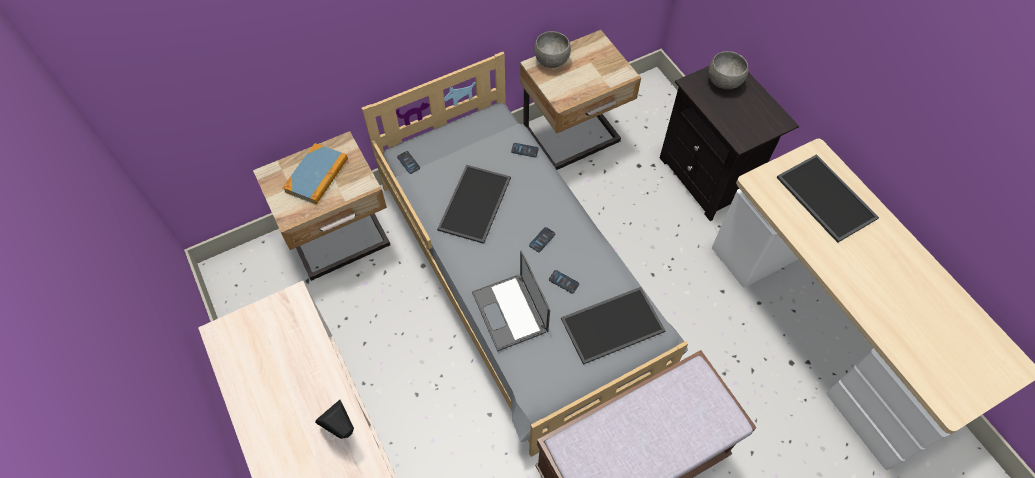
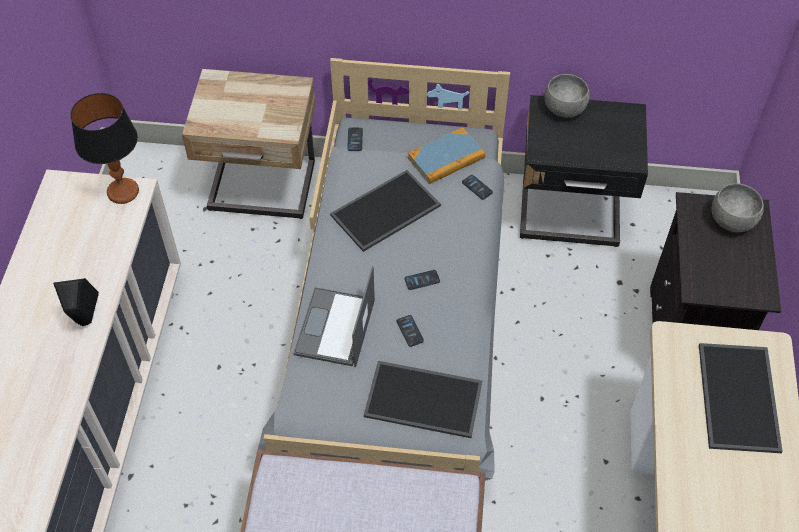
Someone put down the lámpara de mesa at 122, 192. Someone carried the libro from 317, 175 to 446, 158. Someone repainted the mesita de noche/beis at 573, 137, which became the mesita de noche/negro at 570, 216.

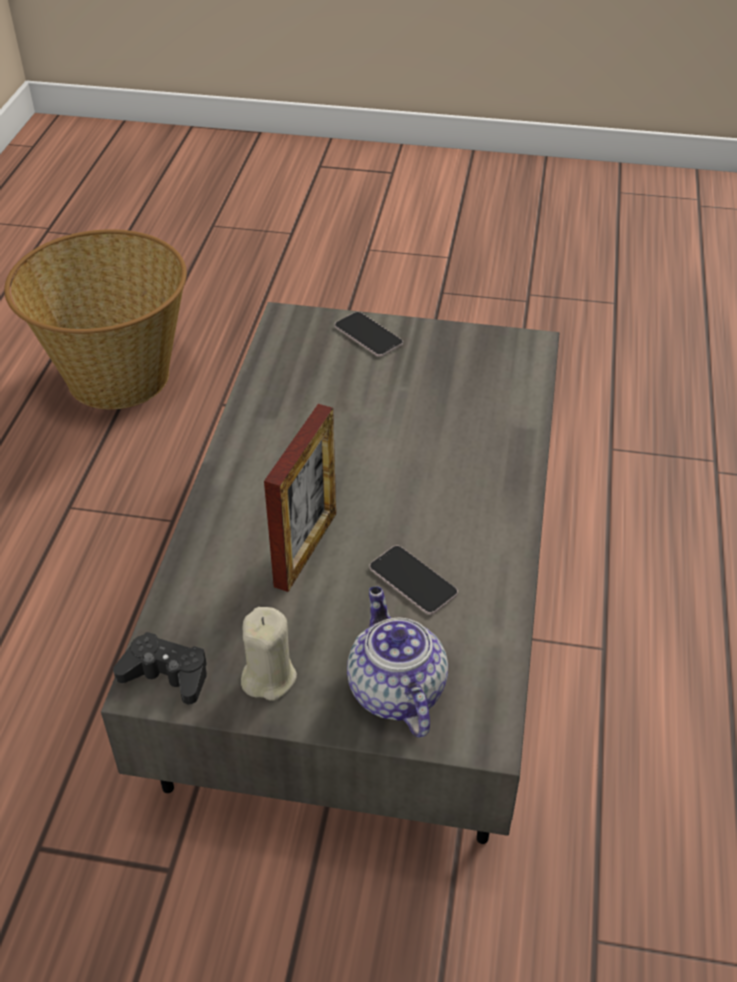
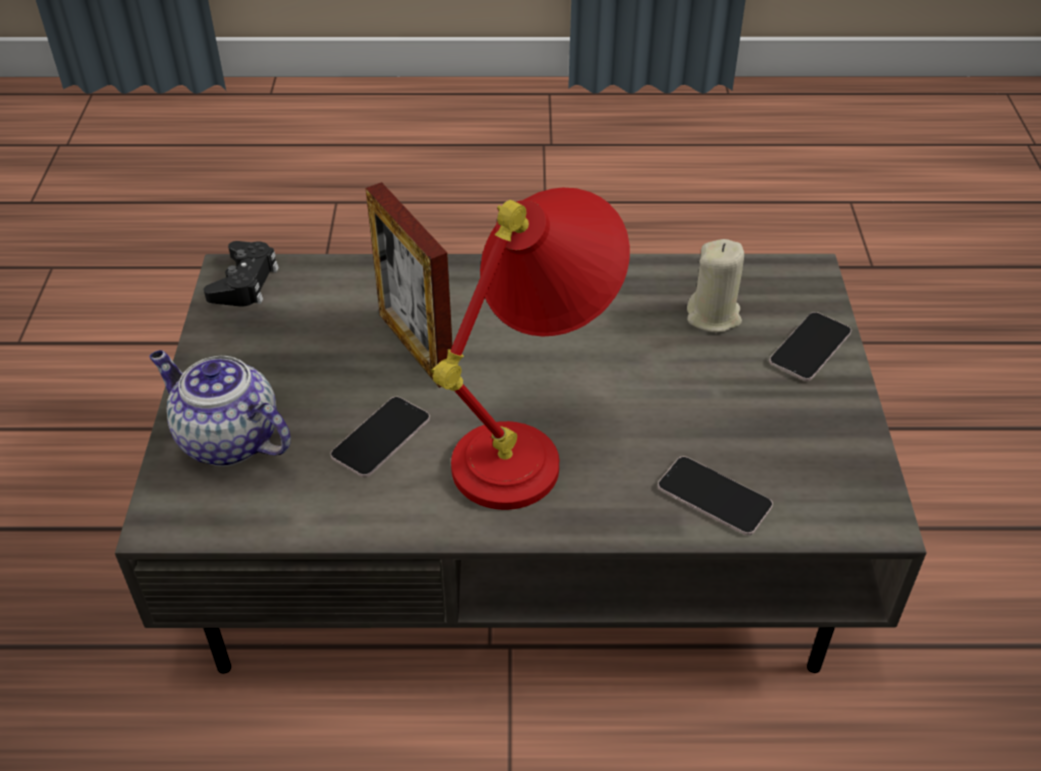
Someone rotated the tetera at 394, 690 by 120 degrees counterclockwise. Someone rotated the portarretratos at 305, 549 by 45 degrees clockwise. Someone put down the lámpara de mesa/rojo at 532, 445. Someone put down the móvil at 714, 496. Someone carried the vela/beis from 268, 677 to 713, 316. Someone took away the cesta at 116, 377.

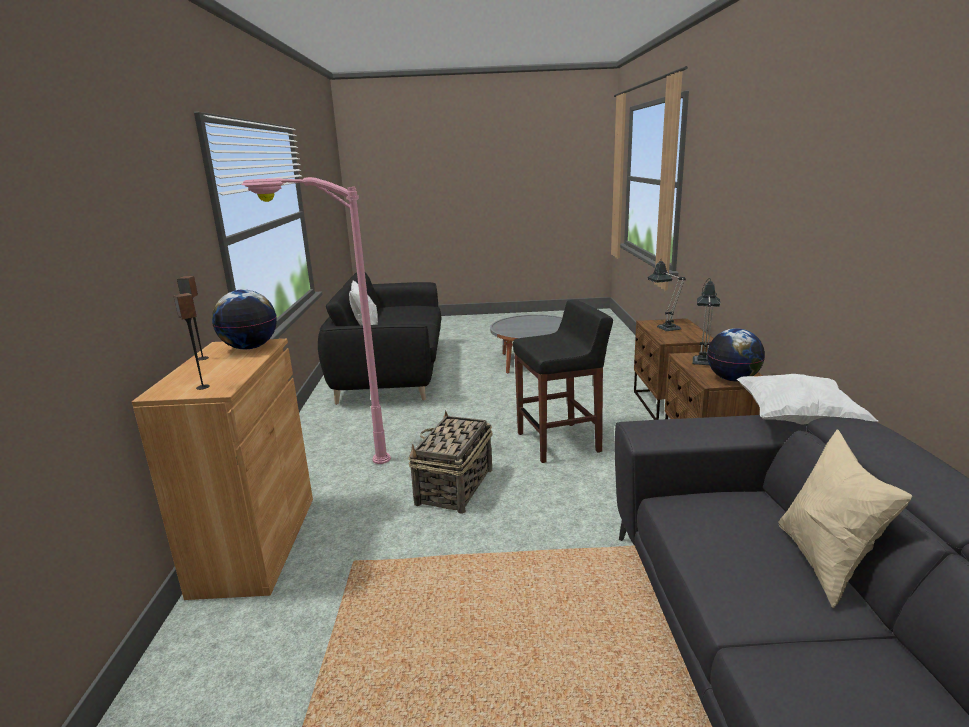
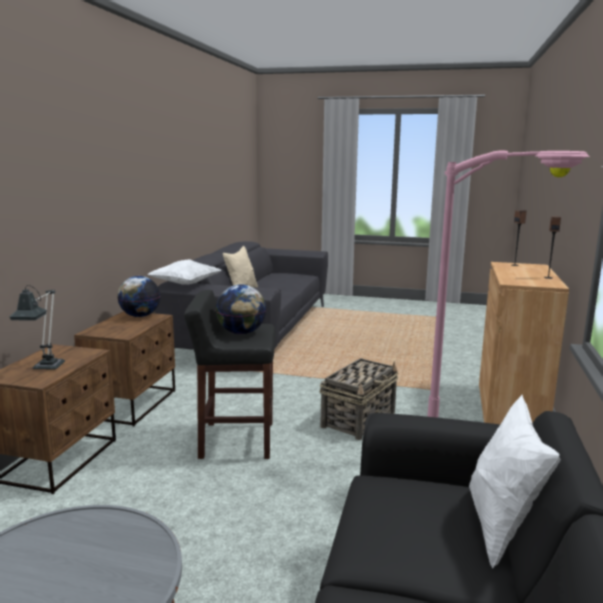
Someone carried the globo terráqueo from 250, 347 to 241, 333. Someone took away the lámpara de mesa at 703, 360.

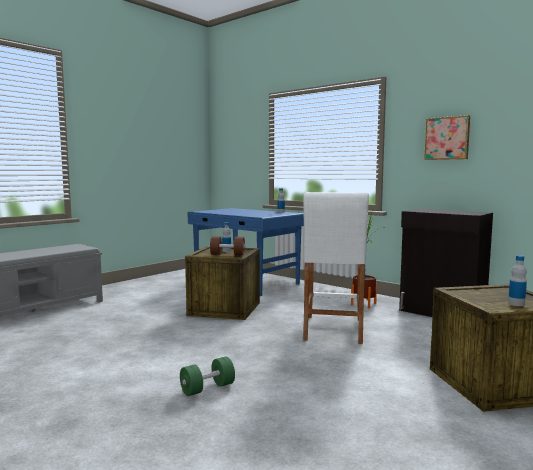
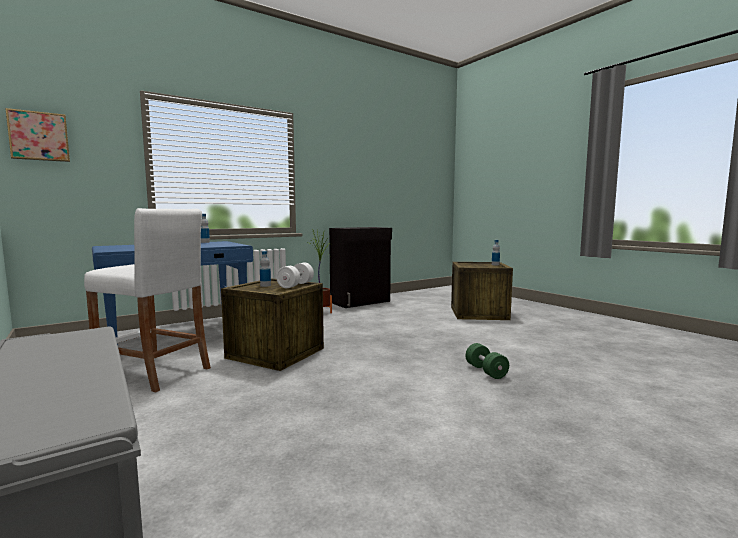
Someone carried the cuadro from 447, 138 to 39, 136. Someone carried the taburete/blanco from 333, 329 to 154, 372. Someone repainted the mancuerna/marrón at 227, 254, which became the mancuerna/blanco at 295, 285.

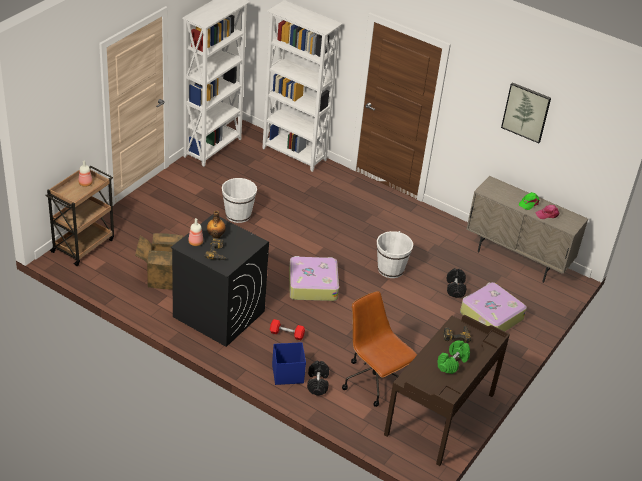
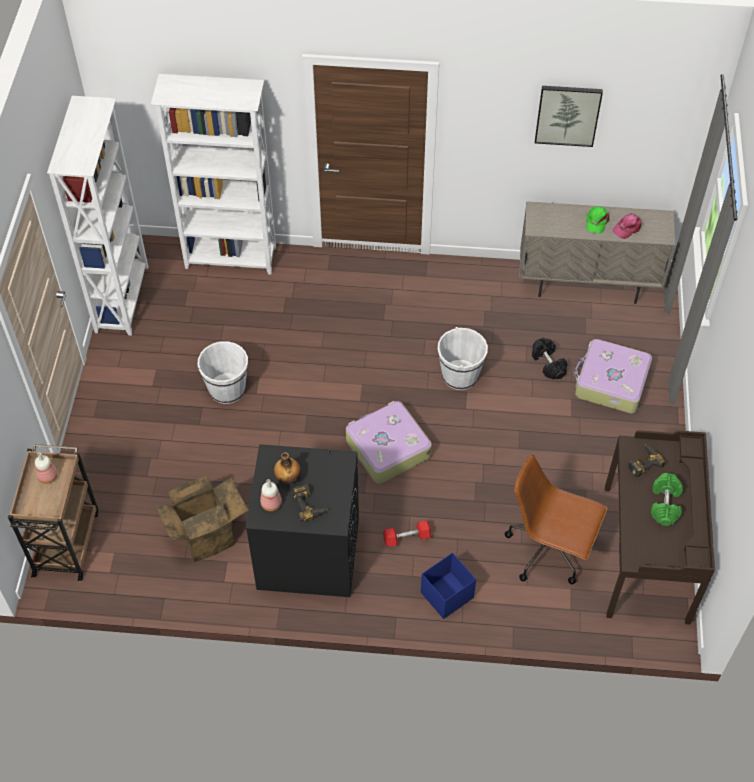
Someone took away the mancuerna/negro at 317, 383.

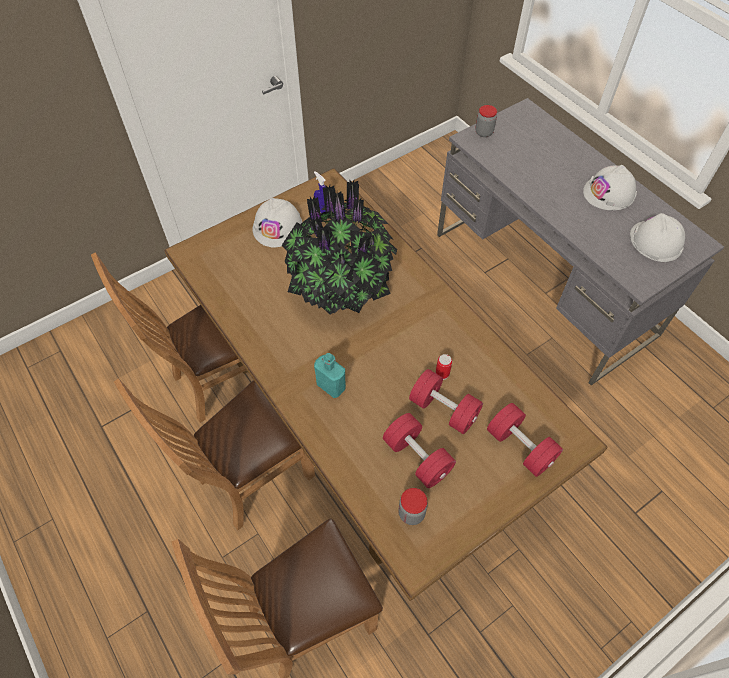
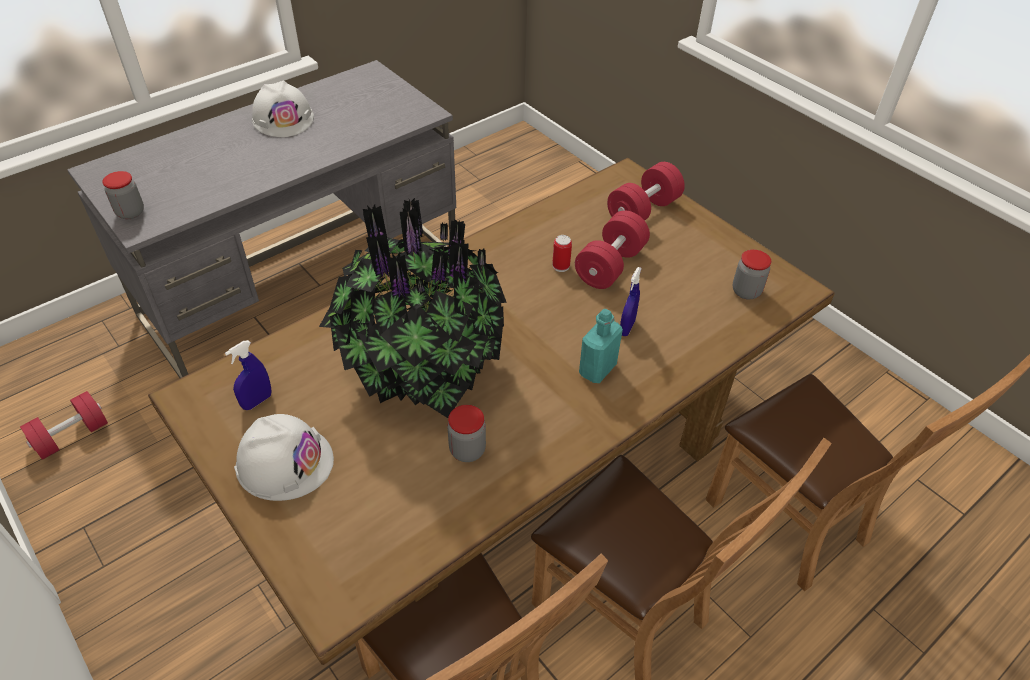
Someone carried the mancuerna/rojo from 417, 457 to 72, 436. Someone put down the tarro at 467, 450. Someone put down the pulverizador/azul at 627, 327. Someone took away the casco/blanco at 655, 241.

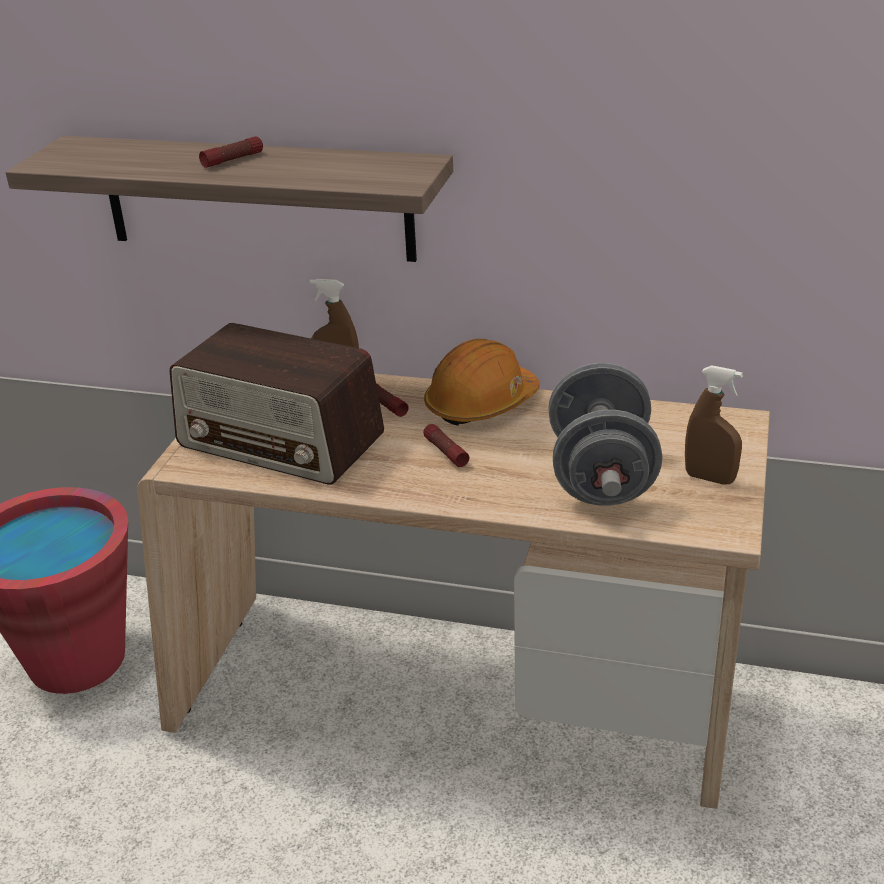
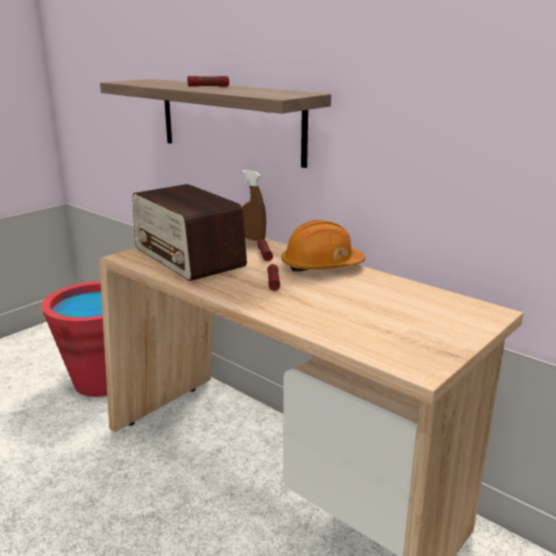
Someone took away the mancuerna/gris at 601, 476. Someone took away the pulverizador/marrón at 710, 478.

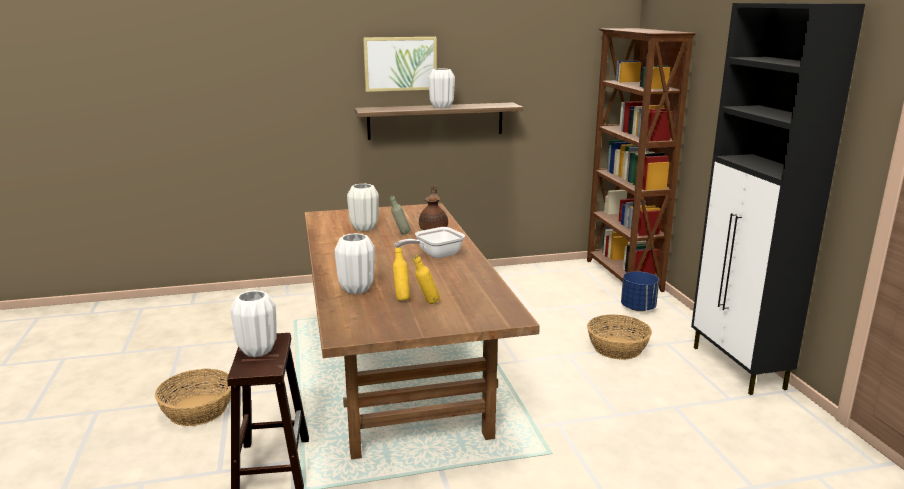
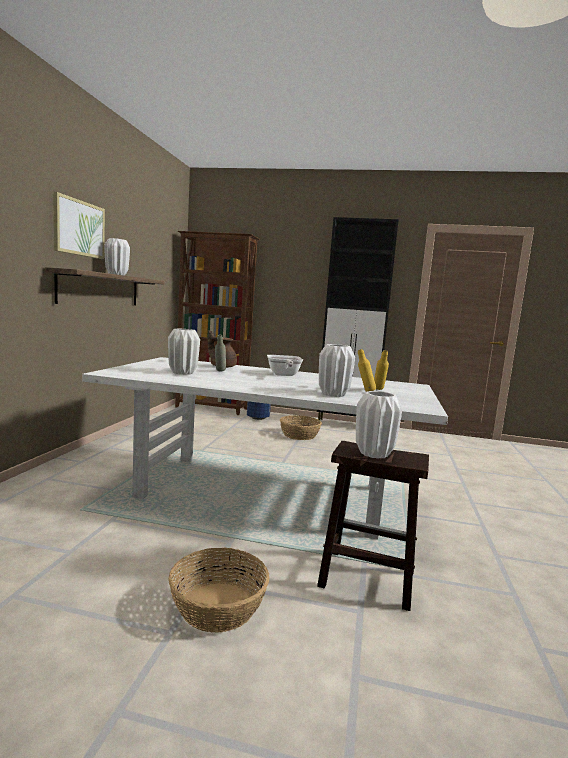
Someone repainted the mesa de comedor/marrón at 400, 375, which became the mesa de comedor/blanco at 262, 493.

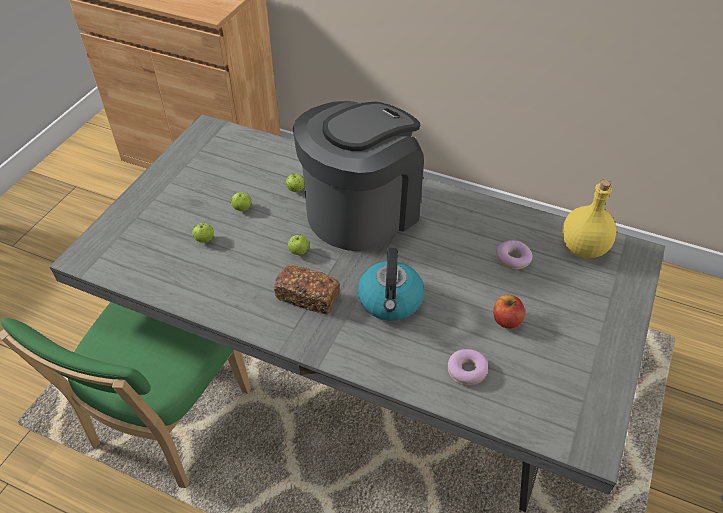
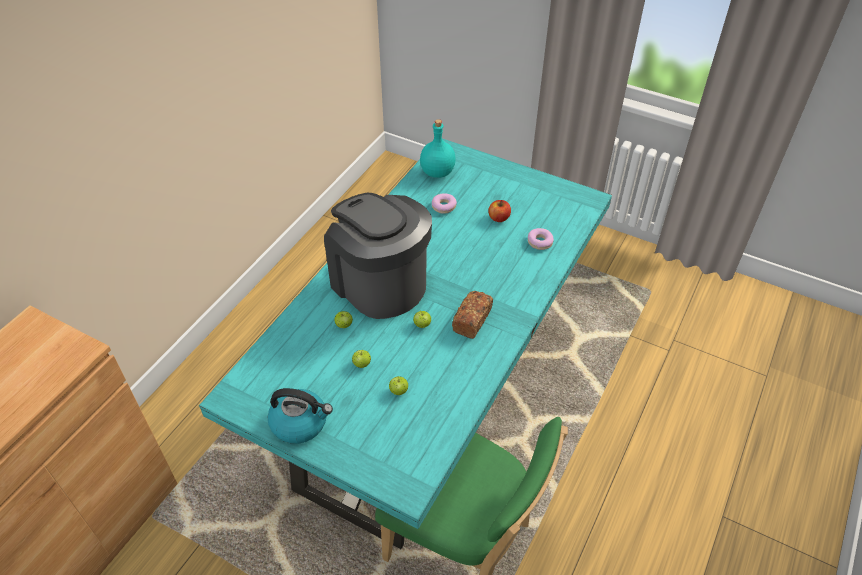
Someone repainted the mesa de comedor/gris at 359, 378, which became the mesa de comedor/turquesa at 431, 392. Someone carried the hervidor from 390, 301 to 300, 423. Someone repainted the botella/amarillo at 583, 249, which became the botella/turquesa at 438, 172.

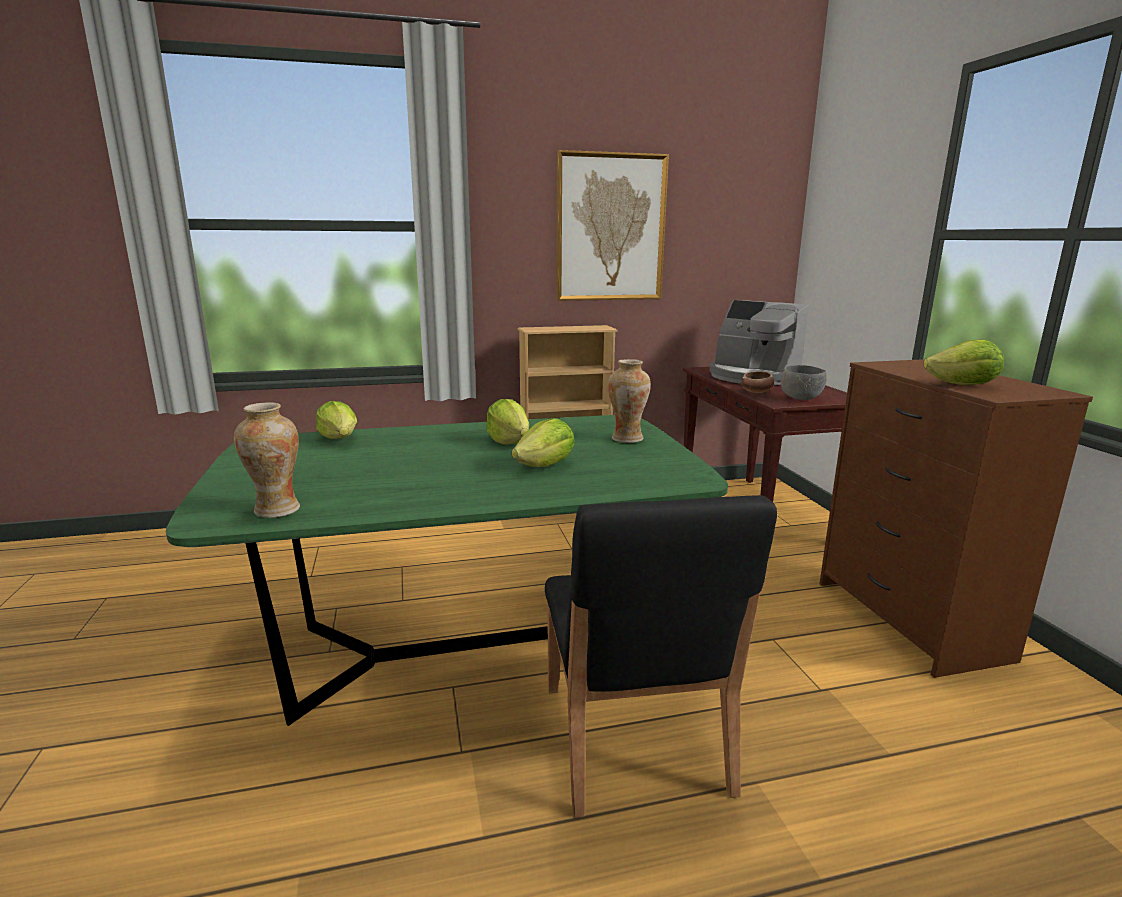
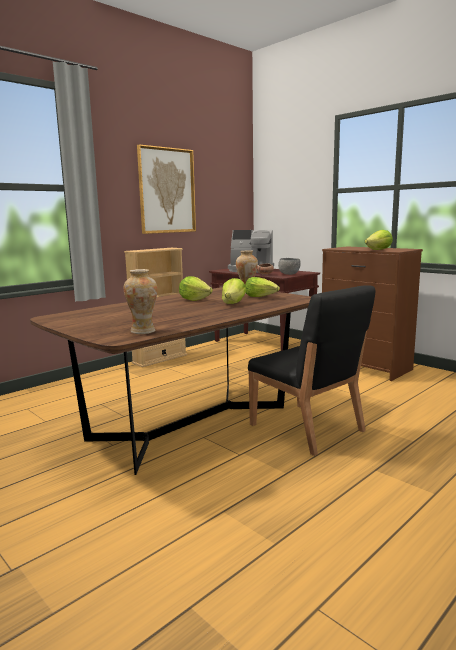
Someone repainted the mesa de comedor/verde at 468, 650, which became the mesa de comedor/marrón at 191, 423. Someone carried the lechuga from 340, 439 to 261, 297.

